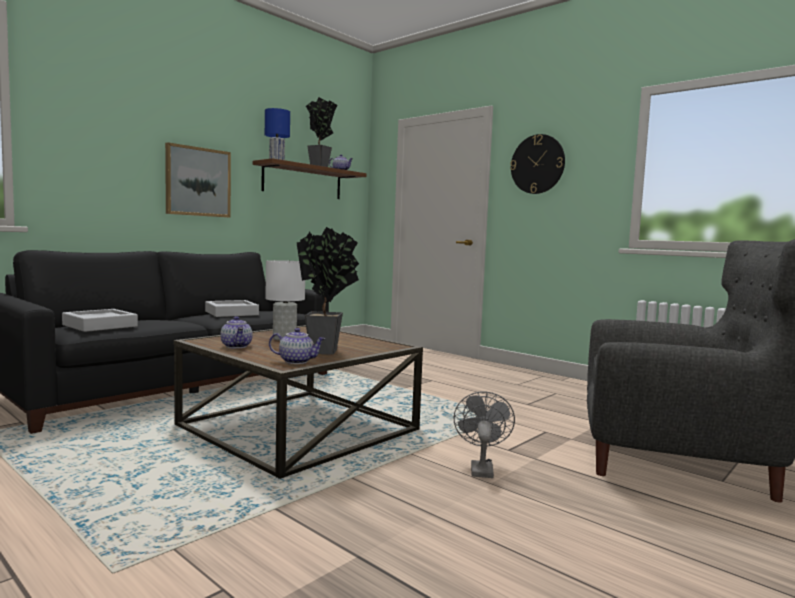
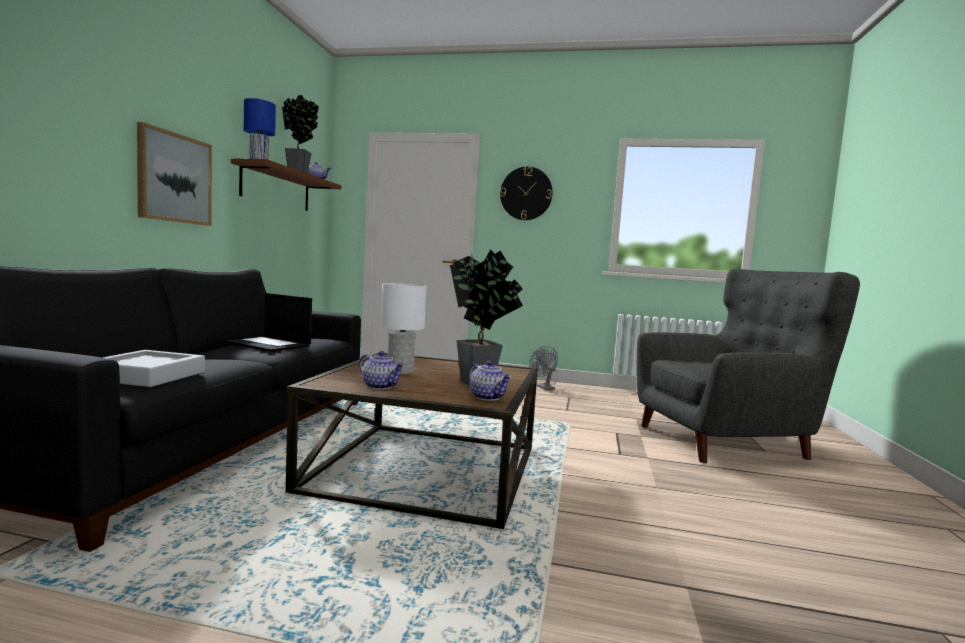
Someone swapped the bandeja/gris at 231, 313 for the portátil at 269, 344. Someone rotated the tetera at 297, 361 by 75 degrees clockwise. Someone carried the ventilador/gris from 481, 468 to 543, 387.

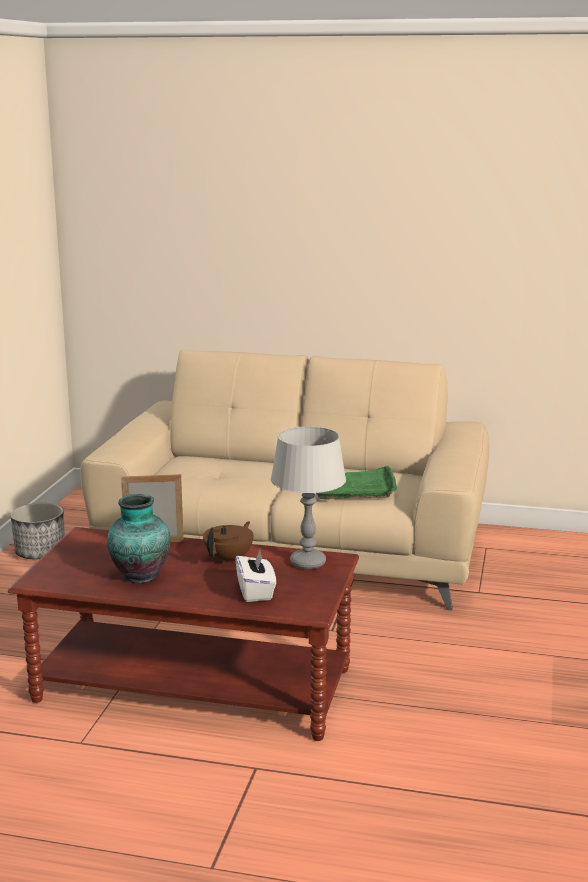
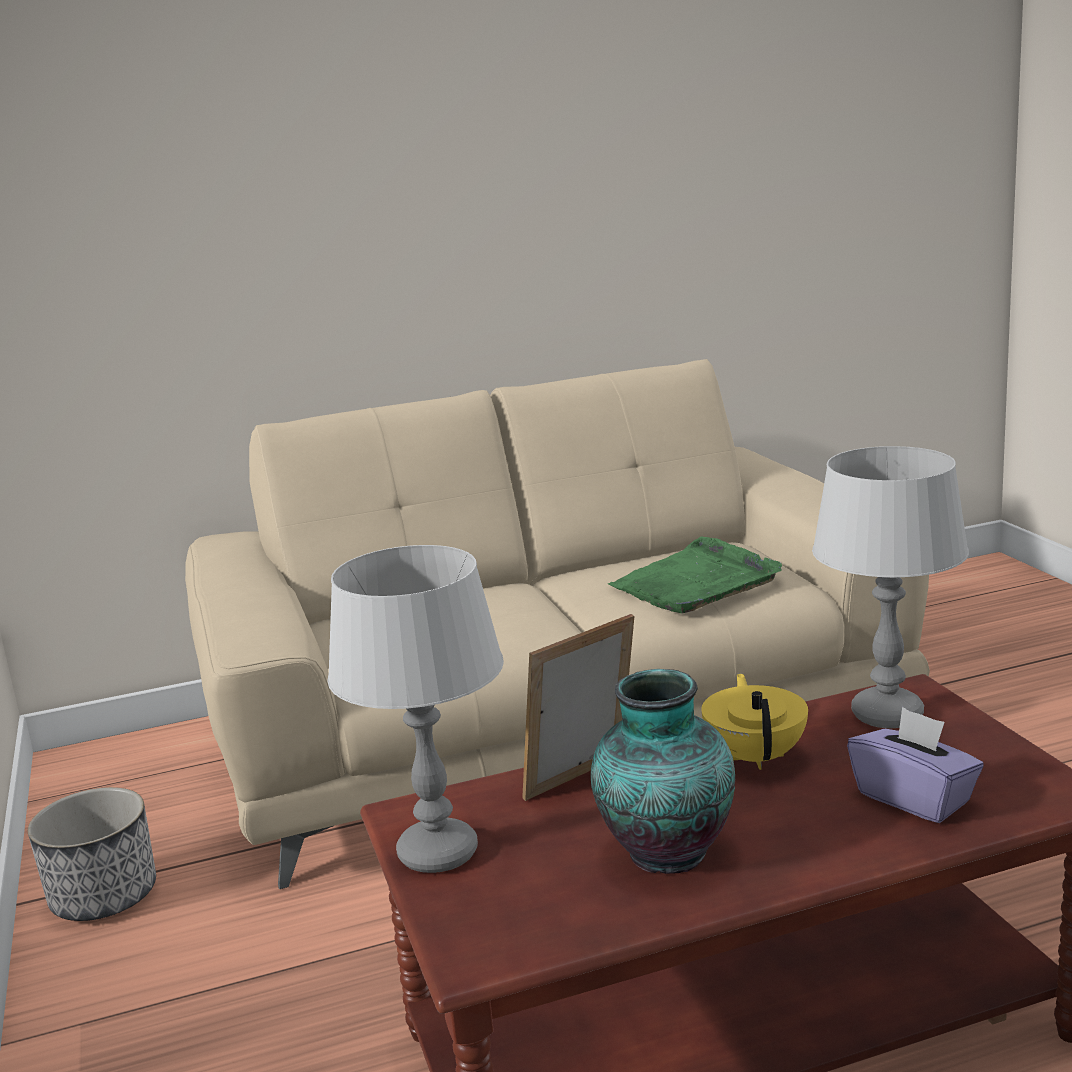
Someone put down the lámpara de mesa/gris at 438, 853. Someone repainted the tetera/marrón at 229, 559, which became the tetera/amarillo at 756, 756. Someone repainted the caja de pañuelos/blanco at 256, 592, which became the caja de pañuelos/morado at 914, 798.

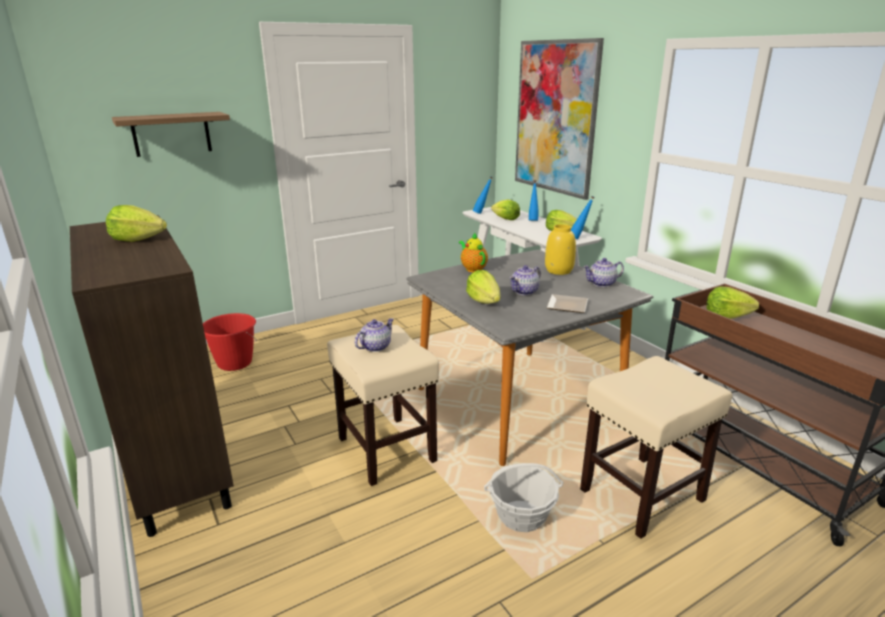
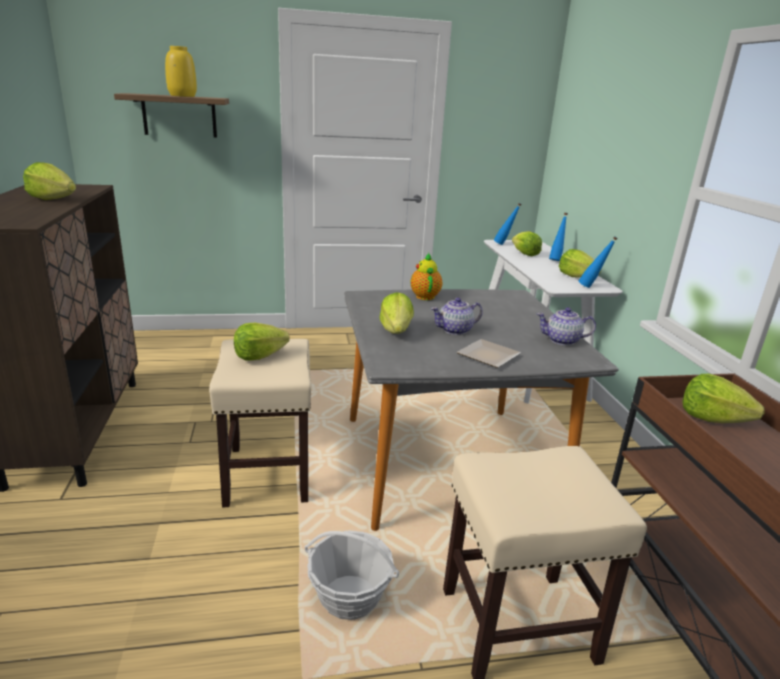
Someone carried the florero/amarillo from 559, 271 to 183, 96. Someone swapped the tetera at 375, 347 for the lechuga at 259, 356. Someone took away the cubo/rojo at 234, 363. Someone took away the cuadro at 555, 118.

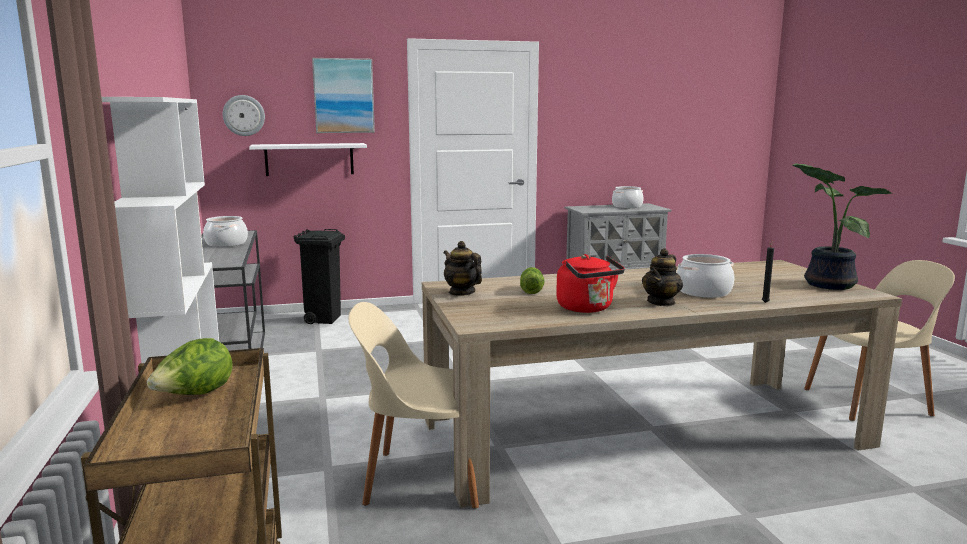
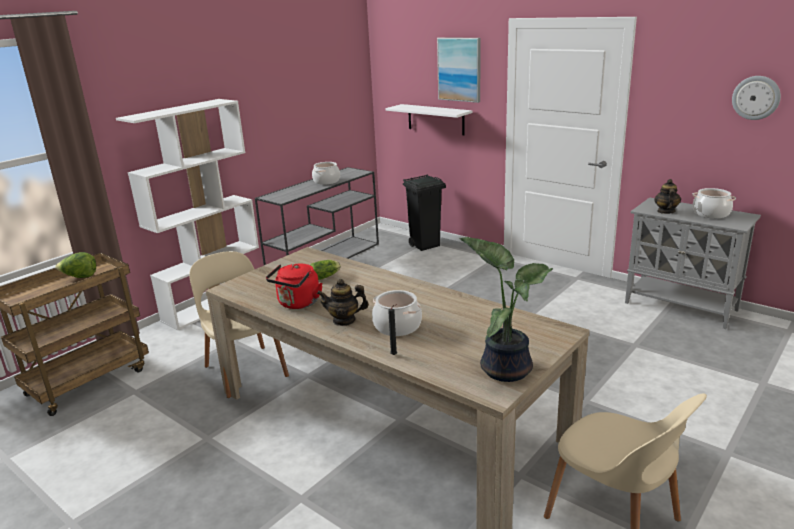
Someone carried the tetera from 462, 292 to 665, 211. Someone carried the reloj de pared from 244, 115 to 756, 97.

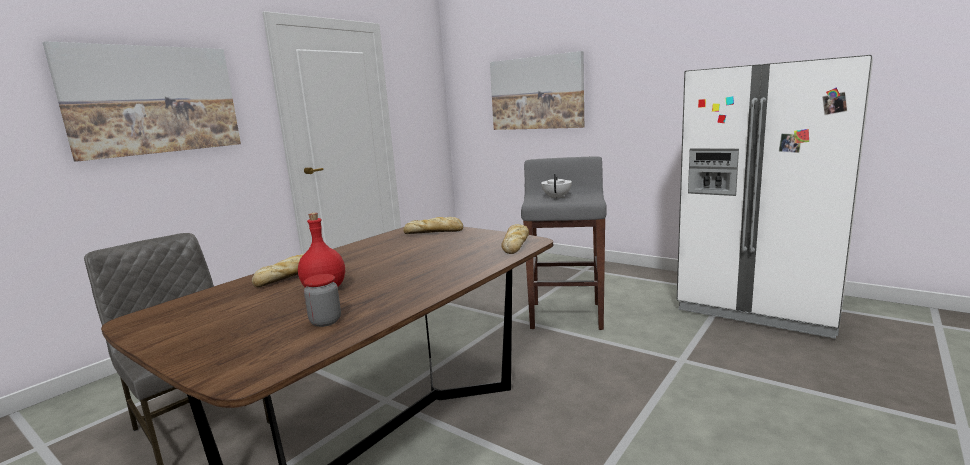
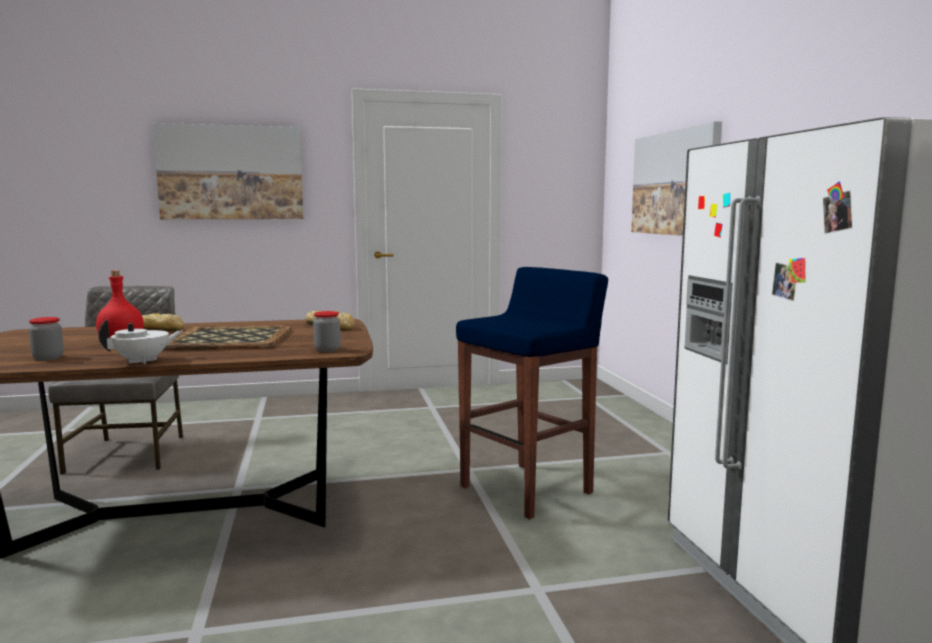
Someone carried the tetera/blanco from 557, 197 to 143, 361. Someone put down the bandeja at 229, 338. Someone swapped the pan at 516, 244 for the tarro at 327, 349. Someone repainted the taburete/gris at 566, 315, which became the taburete/azul at 528, 489.

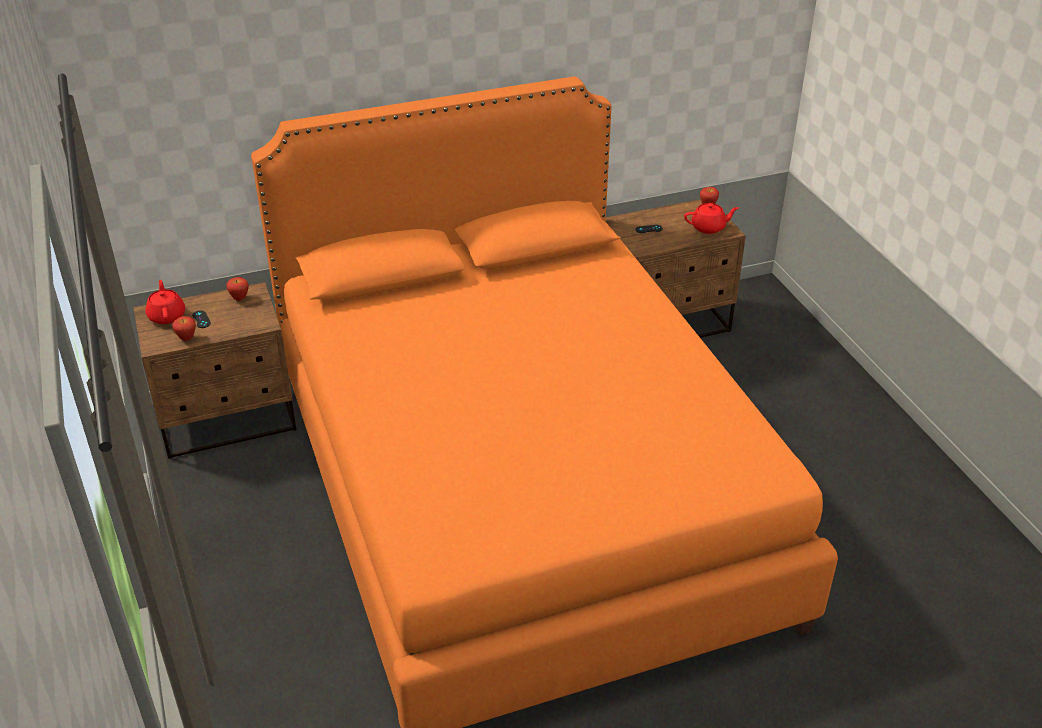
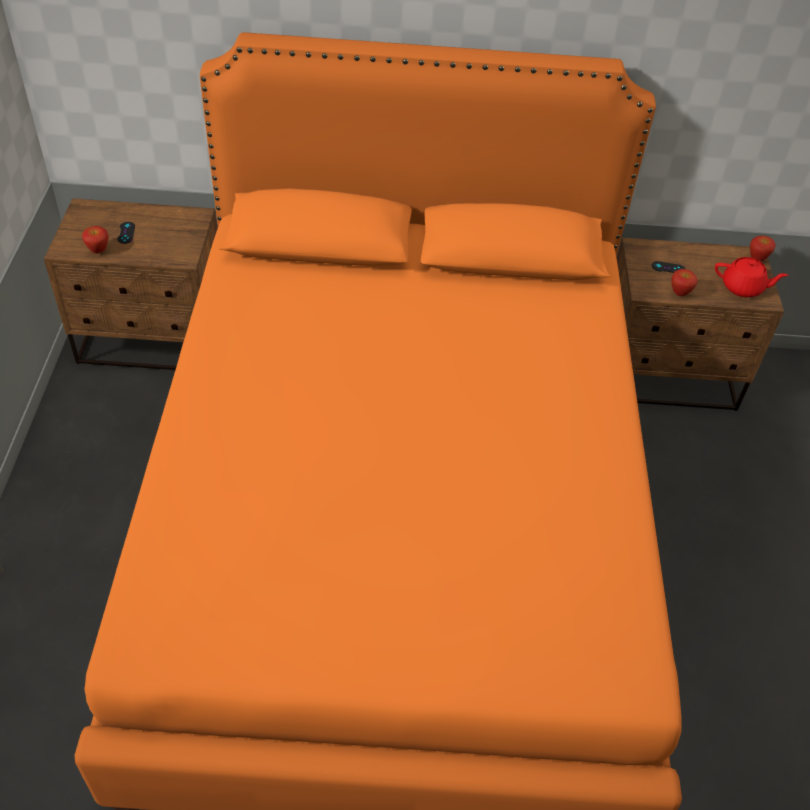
Someone carried the manzana from 239, 298 to 679, 293. Someone took away the tetera/rojo at 167, 316.

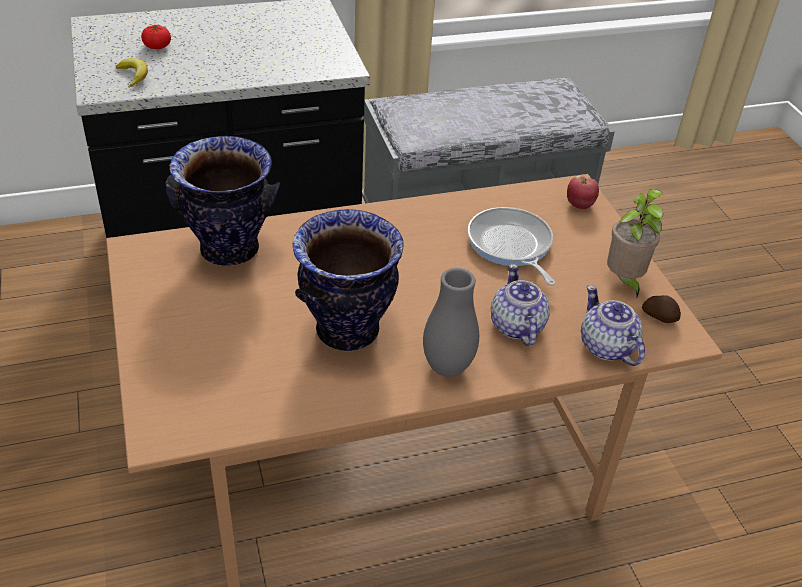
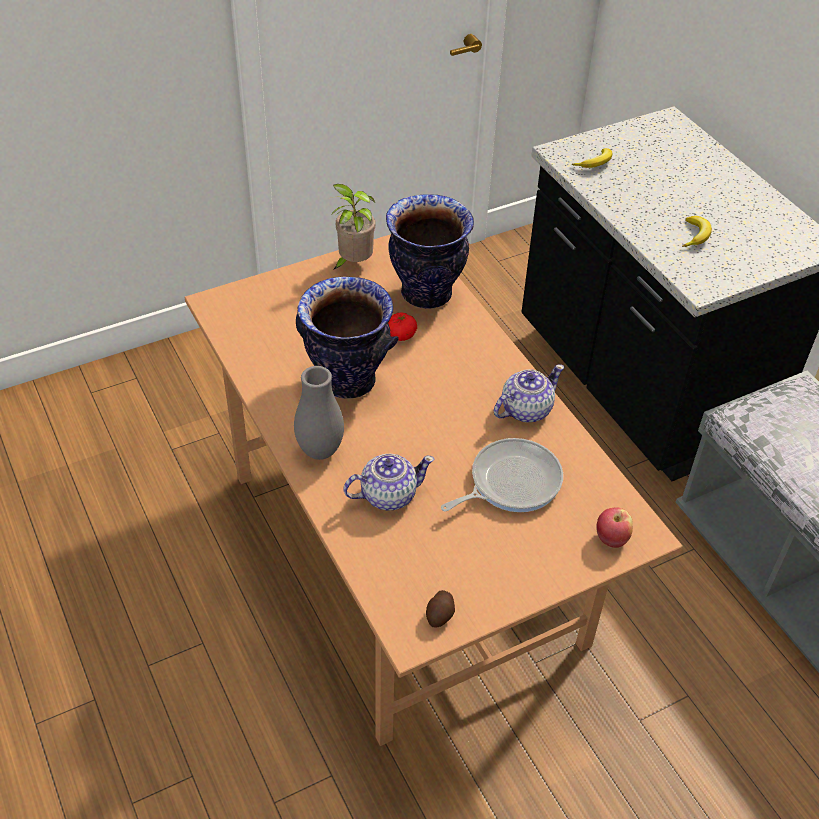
Someone carried the planta en maceta from 624, 281 to 353, 263. Someone carried the tomate from 157, 46 to 401, 335. Someone carried the tetera from 606, 347 to 525, 409. Someone put down the plátano at 695, 235.

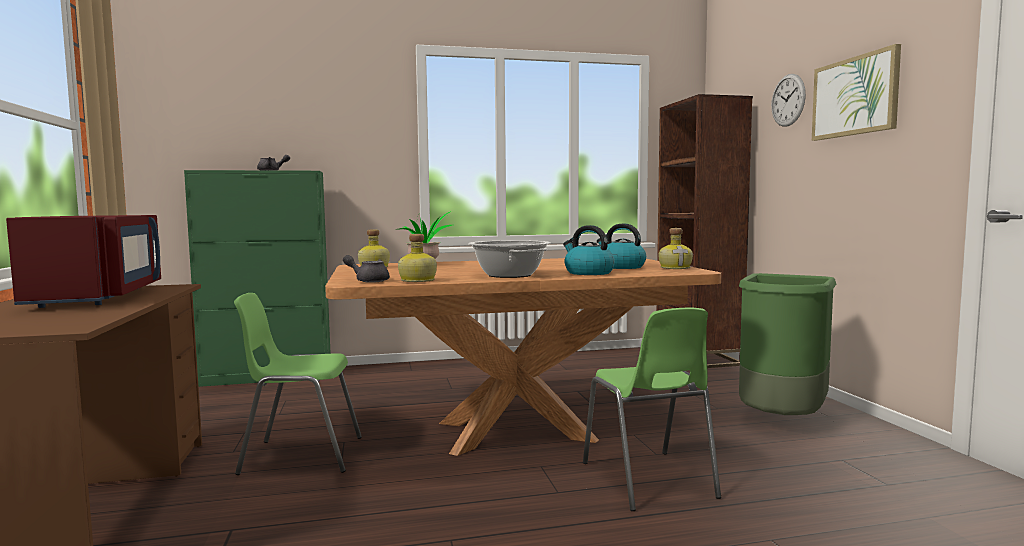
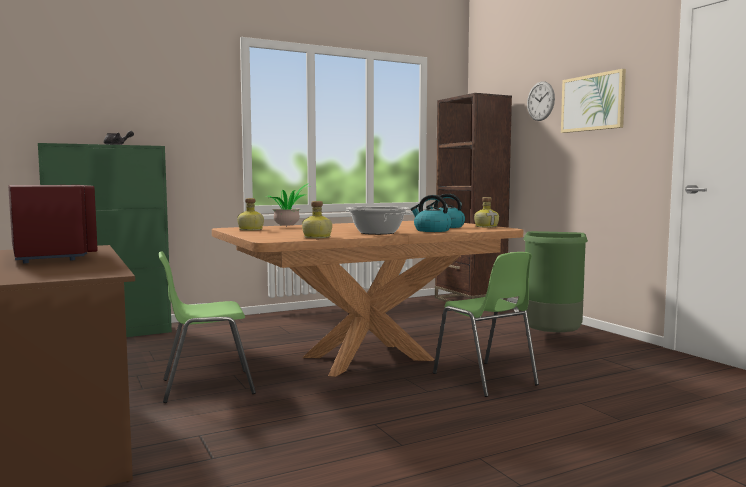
Someone took away the tetera/gris at 368, 281.

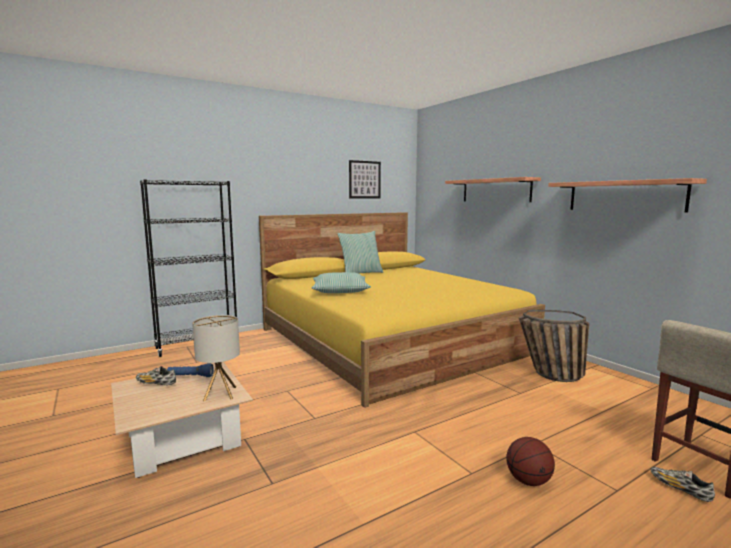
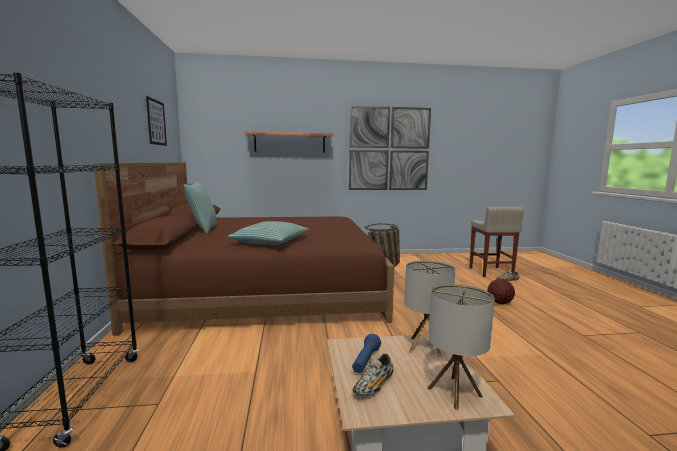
Someone repainted the cama/amarillo at 390, 340, which became the cama/marrón at 267, 286. Someone swapped the estante at 624, 196 for the cuadro at 389, 149. Someone put down the lámpara de mesa at 454, 392.

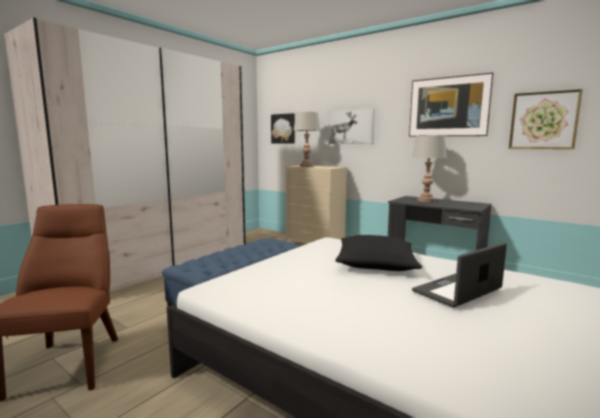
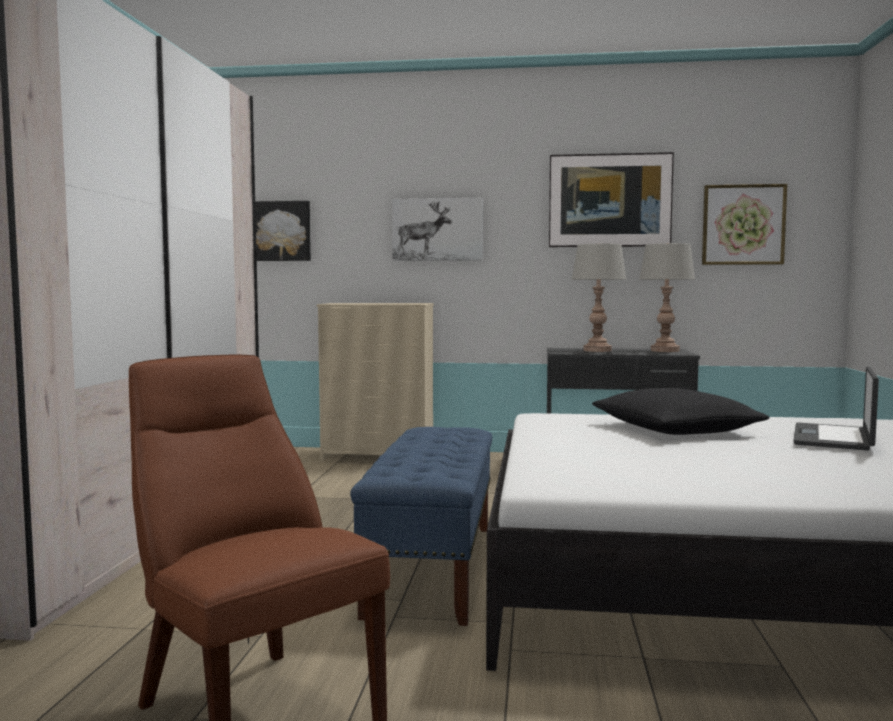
Someone carried the lámpara de mesa/gris from 306, 166 to 664, 351.

